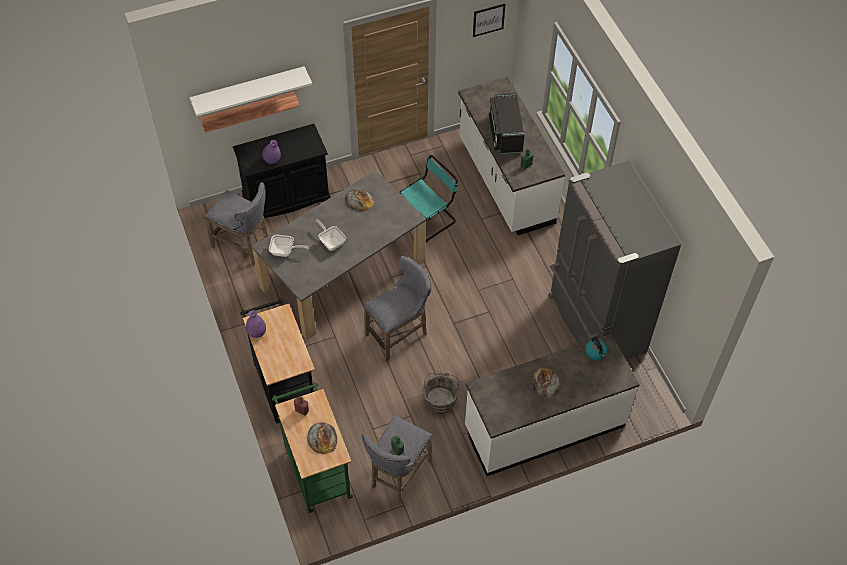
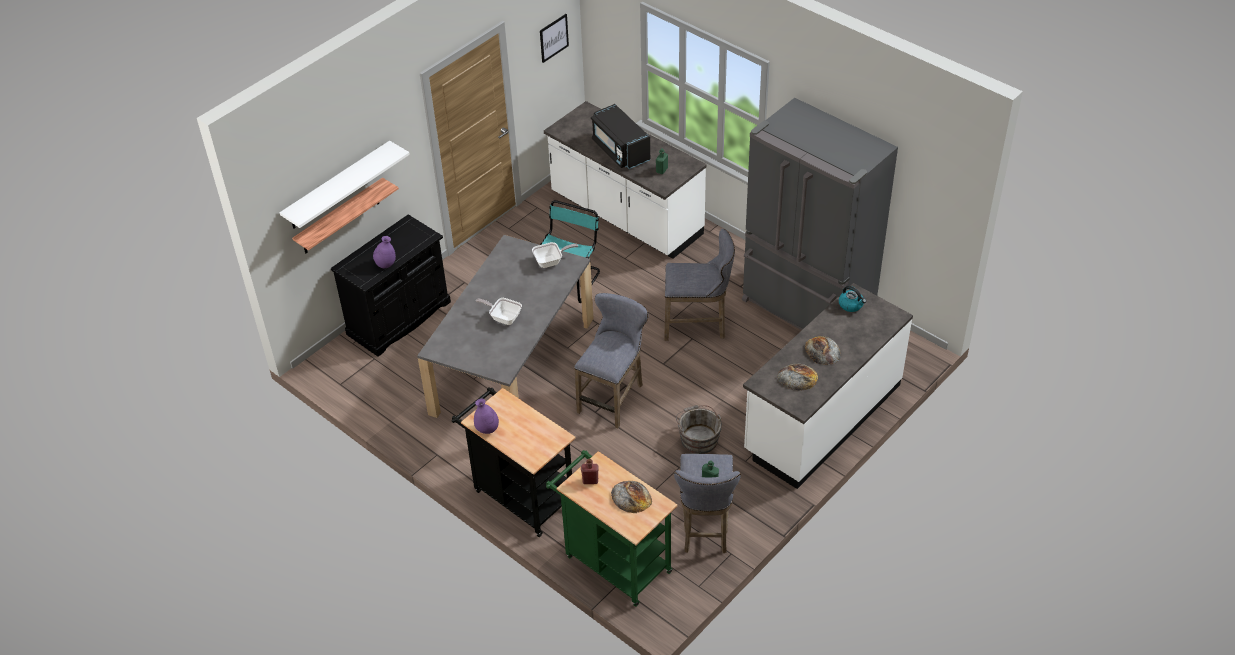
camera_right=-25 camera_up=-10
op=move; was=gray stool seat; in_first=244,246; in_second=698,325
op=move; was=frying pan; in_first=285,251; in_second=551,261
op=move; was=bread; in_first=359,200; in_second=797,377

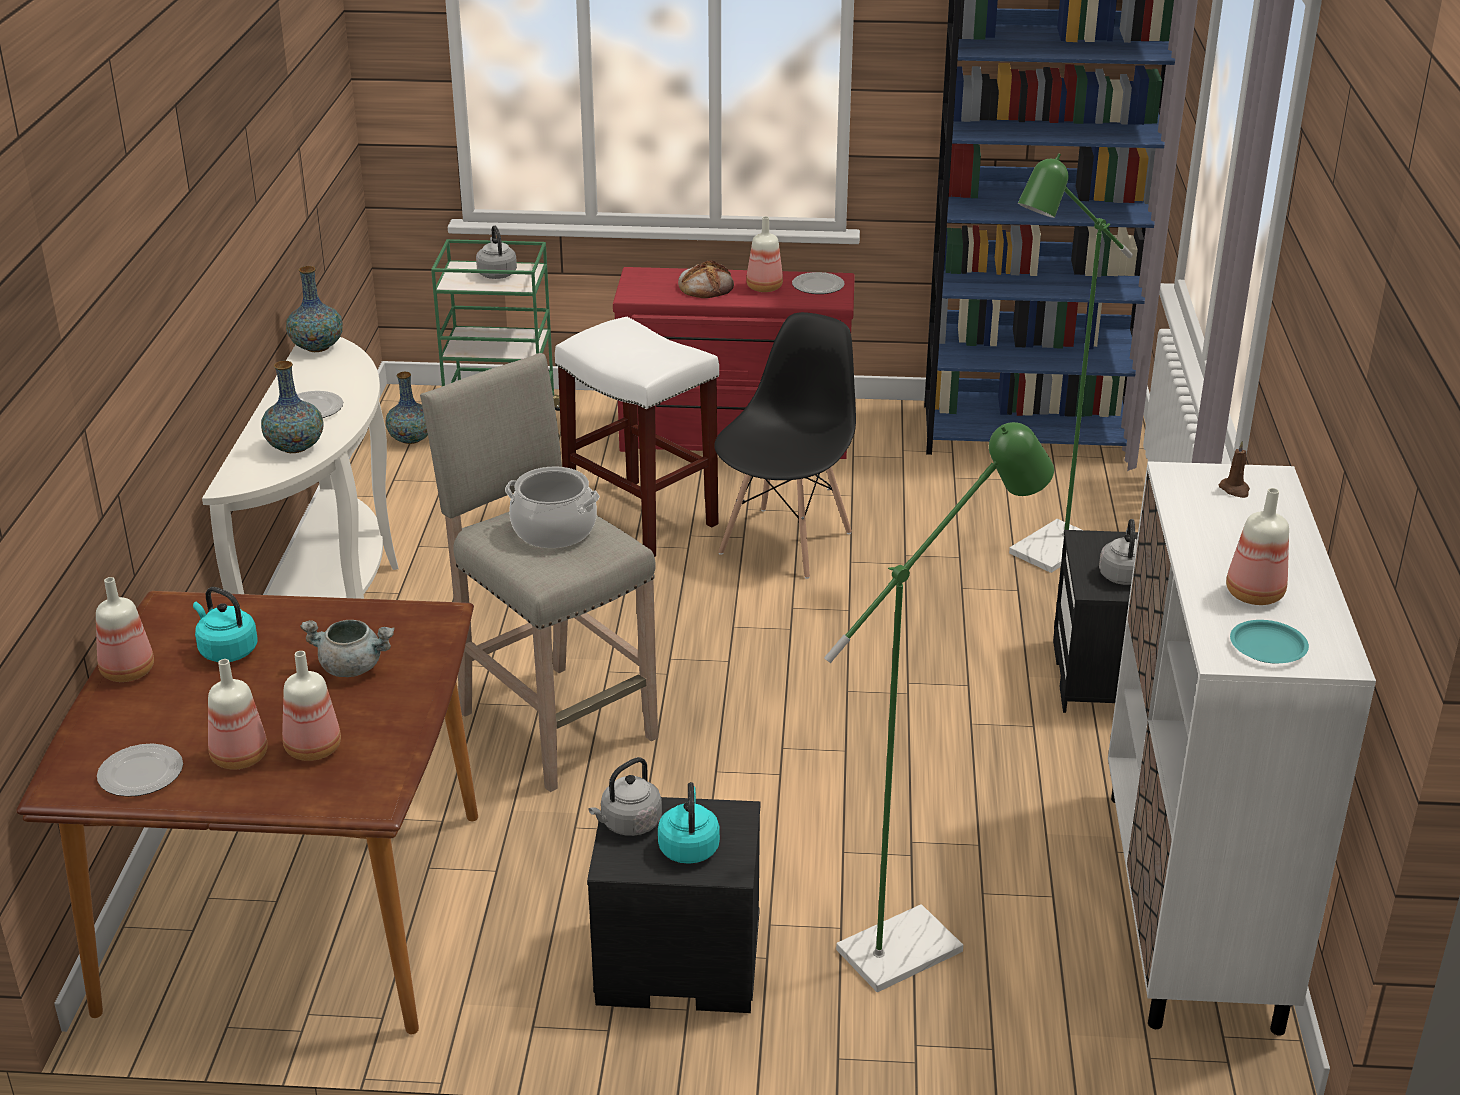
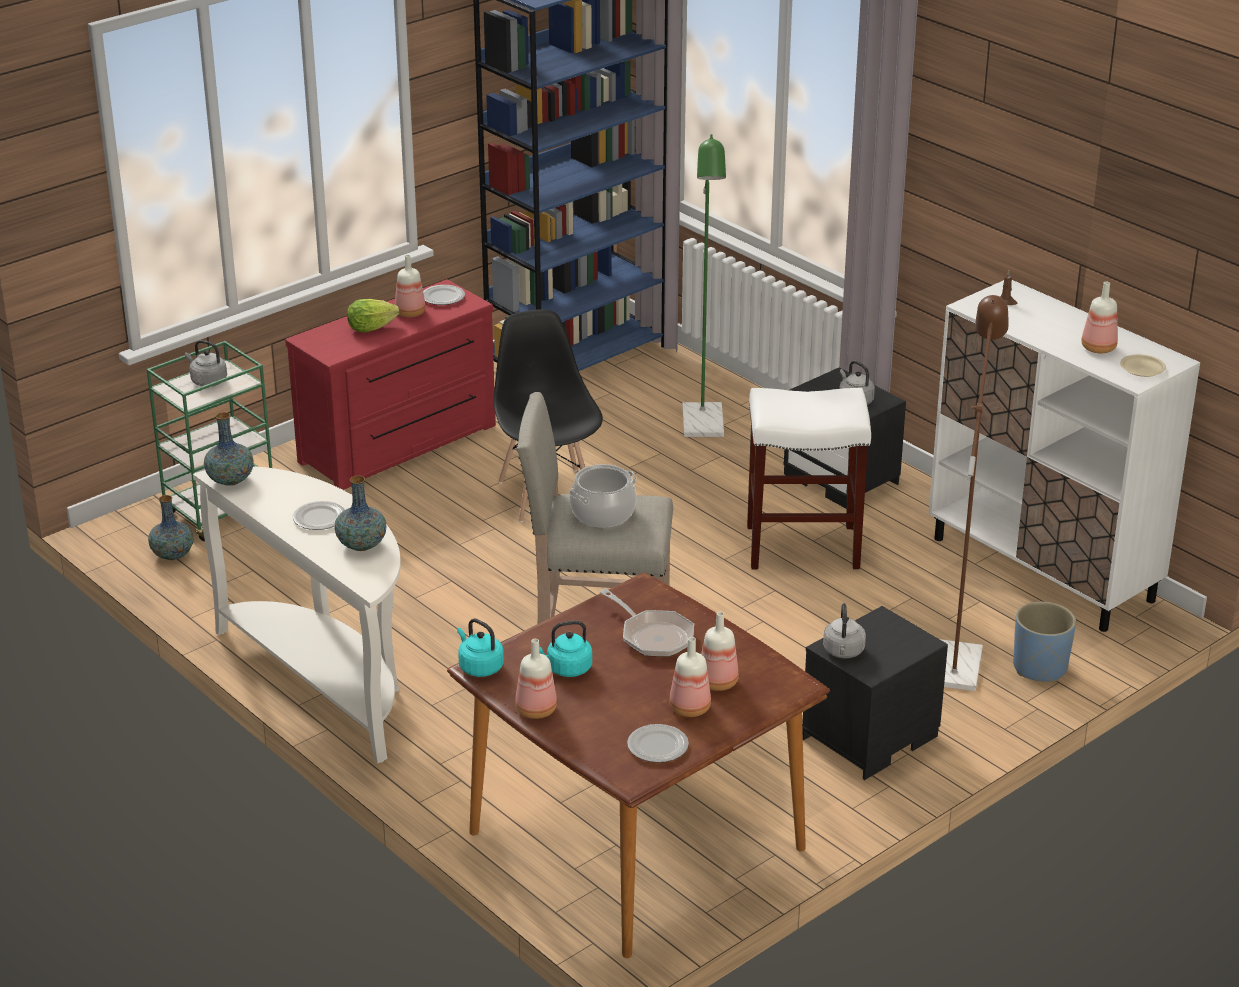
camera_right=-45 camera_up=0
op=replace; was=gray saucepot; now=frying pan; in_first=353,667; in_second=653,636
op=move; was=whitish stool seat; in_first=643,519; in_second=804,546
op=move; was=turquoise-coloured tea kettle; in_first=689,847; in_second=479,667
op=replace; was=bread; now=lettuce; in_first=706,286; in_second=370,328
op=recolor; was=green-coloured standard lamp; now=brown standard lamp; in_first=917,941; in_second=956,658
op=recolor; was=turquoise-coloured flat dish; now=sand-coloured flat dish; in_first=1268,647; in_second=1142,368
op=insert; now=blue-coloured planter; in_second=1039,667

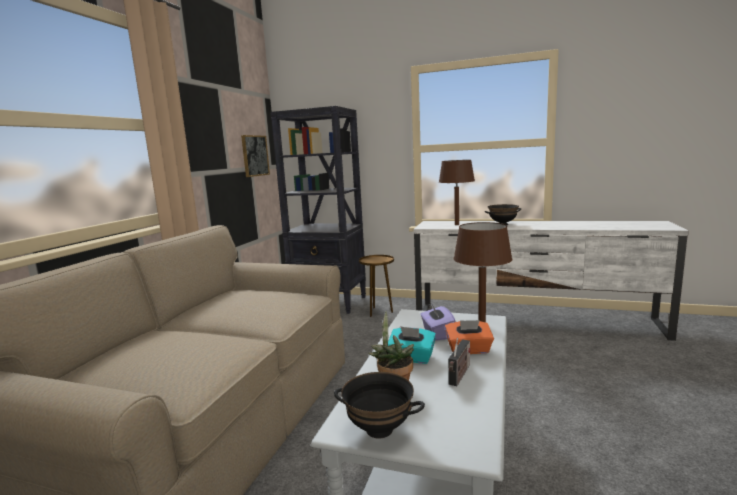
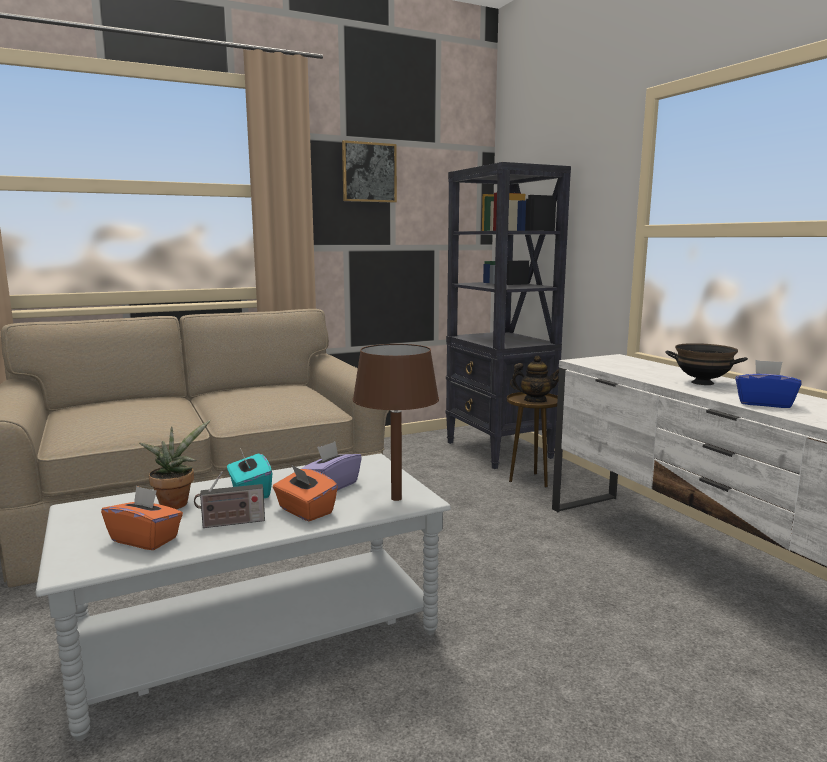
camera_right=45 camera_up=0
op=move; was=picture; in_first=255,155; in_second=369,172
op=delete; was=blackish serving bowl; in_first=379,430
op=delete; was=brown table lamp; in_first=456,224
op=insert; now=orange box of tissues; in_second=145,539
op=insert; now=tea pot; in_second=535,401
op=insert; now=blue-coloured box of tissues; in_second=764,403

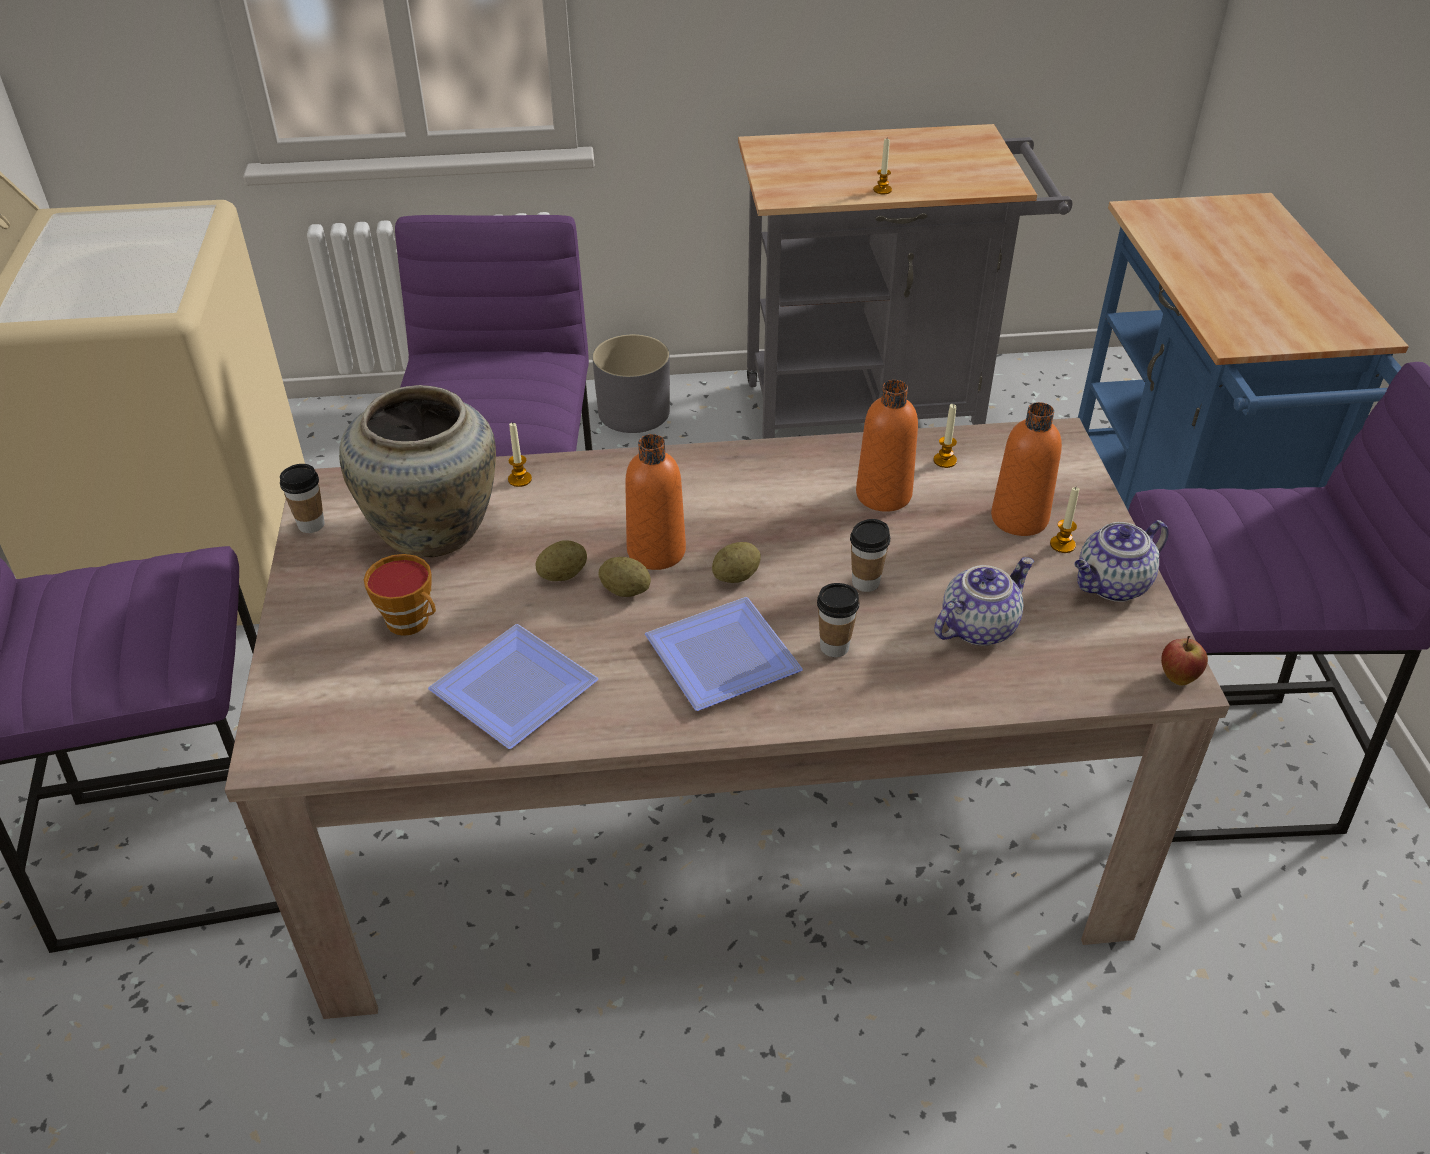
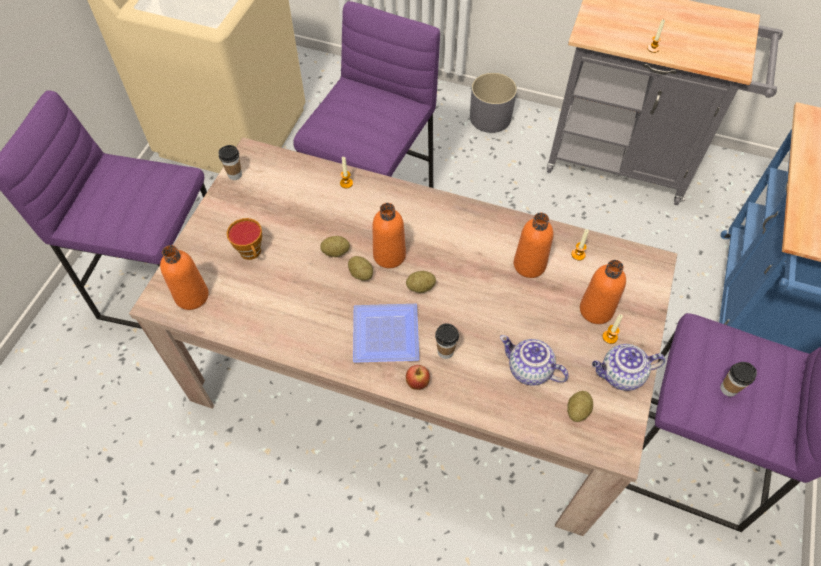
camera_right=25 camera_up=15
op=delete; was=sand-coloured decorative vase; in_first=435,529
op=delete; was=flat dish; in_first=520,689
op=move; was=small cup; in_first=865,582; in_second=728,389
op=rotate; was=tea pot; in_first=977,626; in_second=528,370; clockwise=-135
op=move; was=apple fruit; in_first=1177,678; in_second=417,383
op=insert; now=orange beverage bottle; in_second=192,296
op=insert; now=whole potato; in_second=577,410

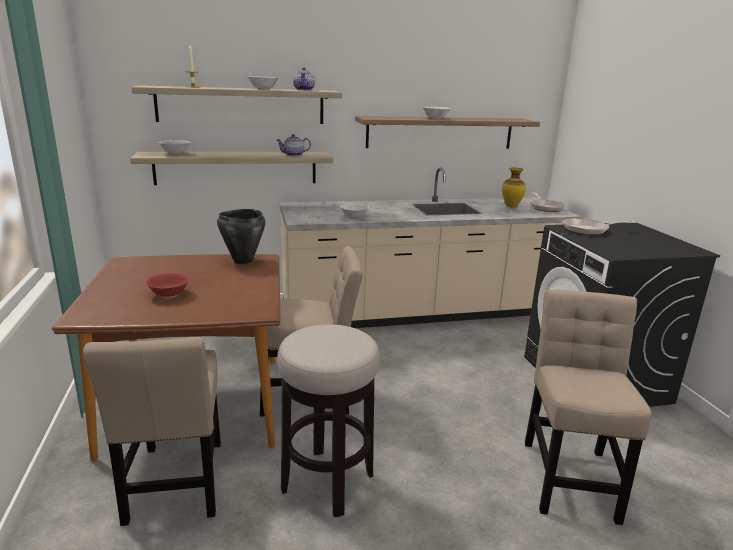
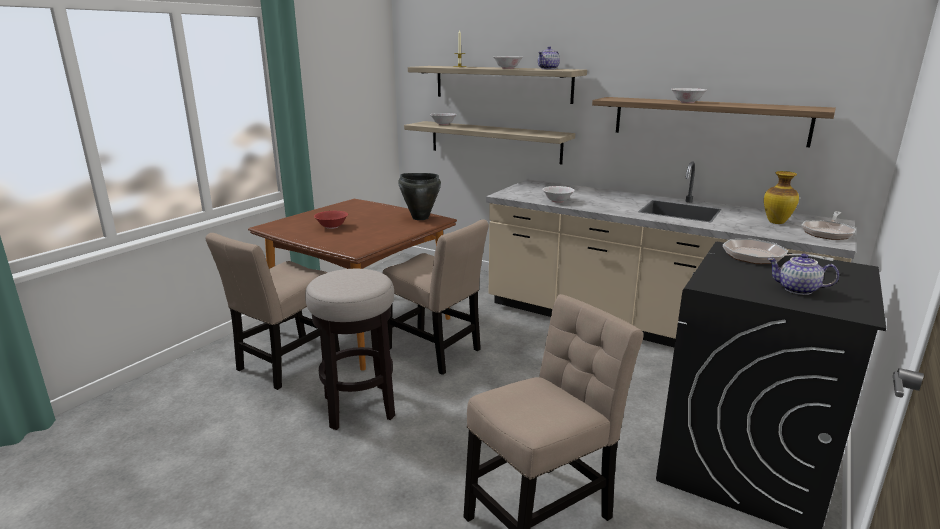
camera_right=45 camera_up=0
op=move; was=tea pot; in_first=293,155; in_second=797,290

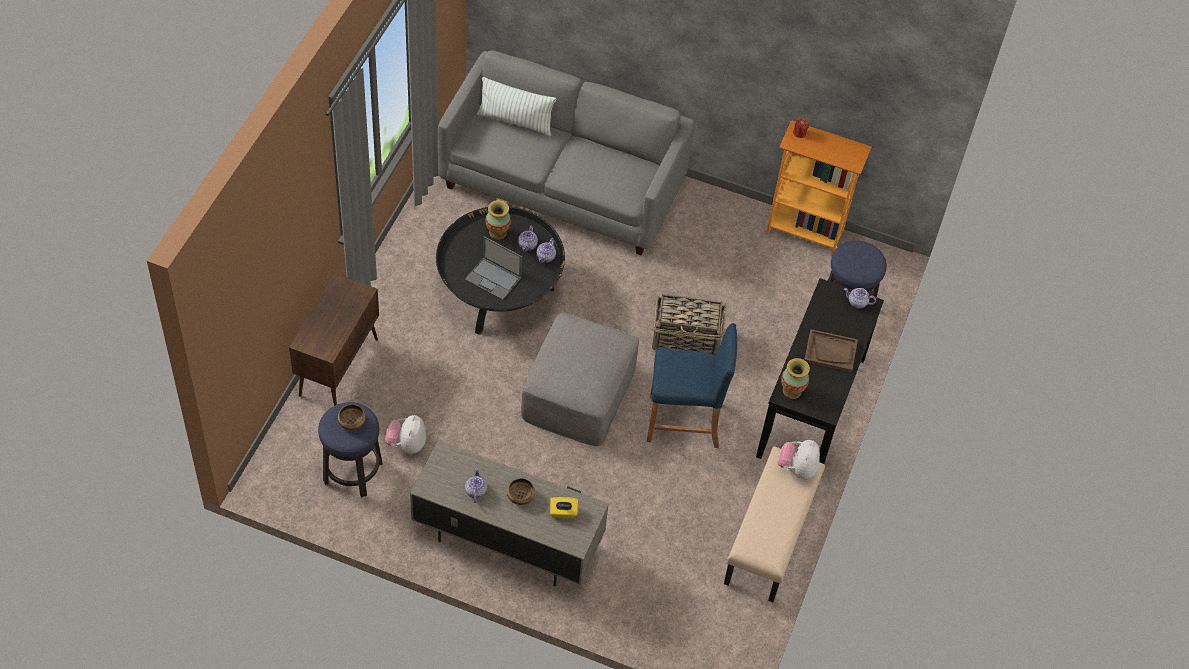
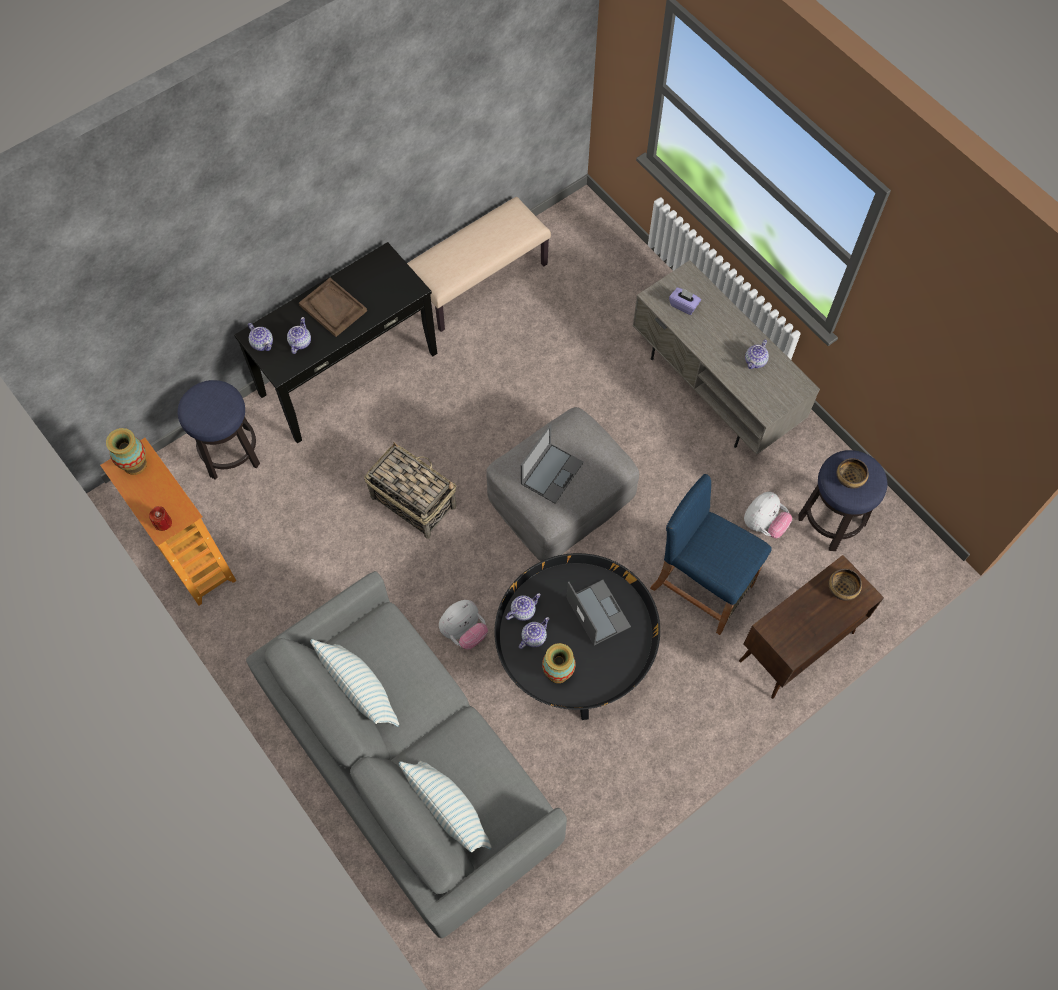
camera_right=-145 camera_up=10
op=move; was=serving bowl; in_first=520,496; in_second=843,588
op=recolor; was=yellow-coloured box of tissues; now=purple box of tissues; in_first=563,512; in_second=683,305
op=move; was=blue-coloured stool seat; in_first=684,422; in_second=701,586
op=move; was=soft toy; in_first=797,468; in_second=464,631
op=move; was=decorative vase; in_first=791,391; in_second=135,464
op=insert; now=tea pot; in_second=300,342
op=insert; now=pillow; in_second=359,690
op=insert; now=notebook computer; in_second=552,472

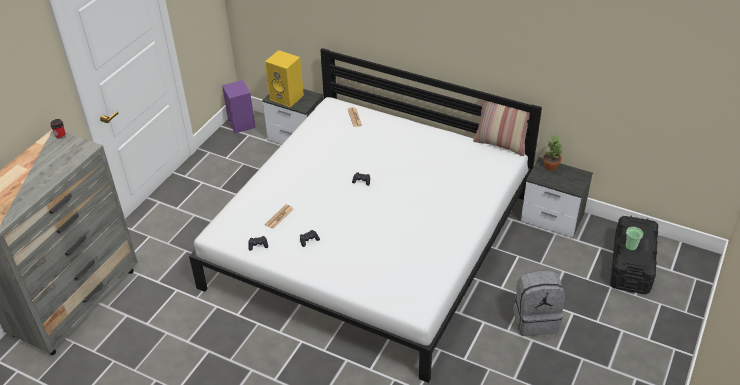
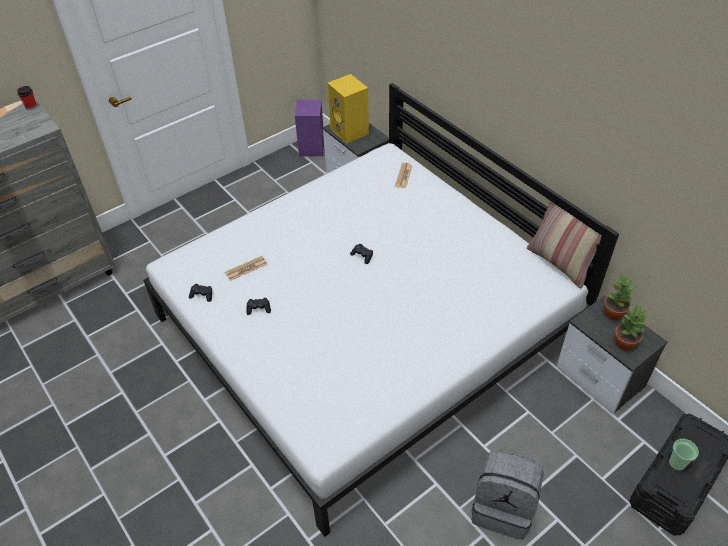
camera_right=25 camera_up=5
op=insert; now=plant in a pot; in_second=625,343

